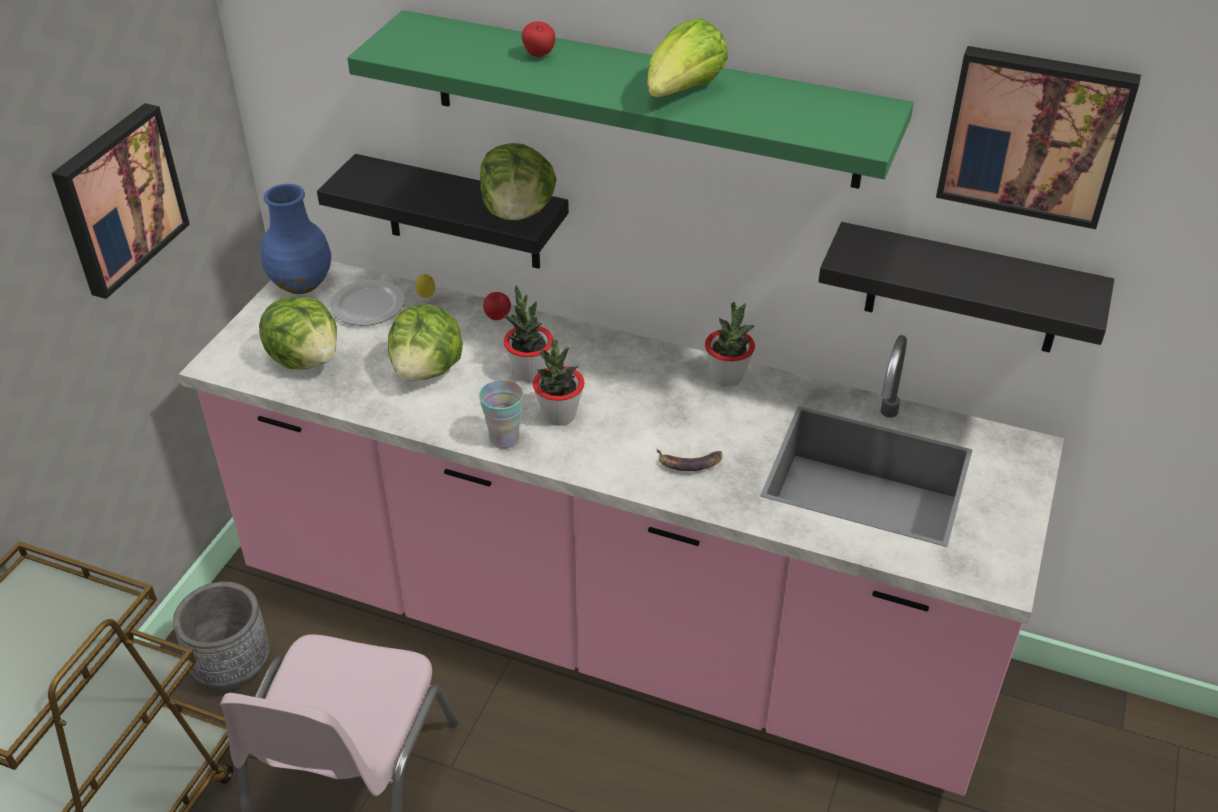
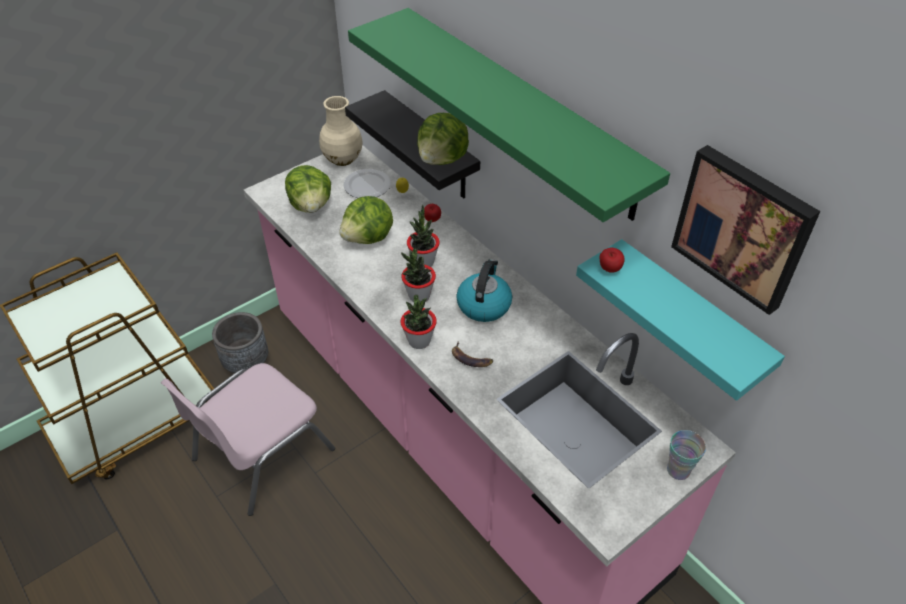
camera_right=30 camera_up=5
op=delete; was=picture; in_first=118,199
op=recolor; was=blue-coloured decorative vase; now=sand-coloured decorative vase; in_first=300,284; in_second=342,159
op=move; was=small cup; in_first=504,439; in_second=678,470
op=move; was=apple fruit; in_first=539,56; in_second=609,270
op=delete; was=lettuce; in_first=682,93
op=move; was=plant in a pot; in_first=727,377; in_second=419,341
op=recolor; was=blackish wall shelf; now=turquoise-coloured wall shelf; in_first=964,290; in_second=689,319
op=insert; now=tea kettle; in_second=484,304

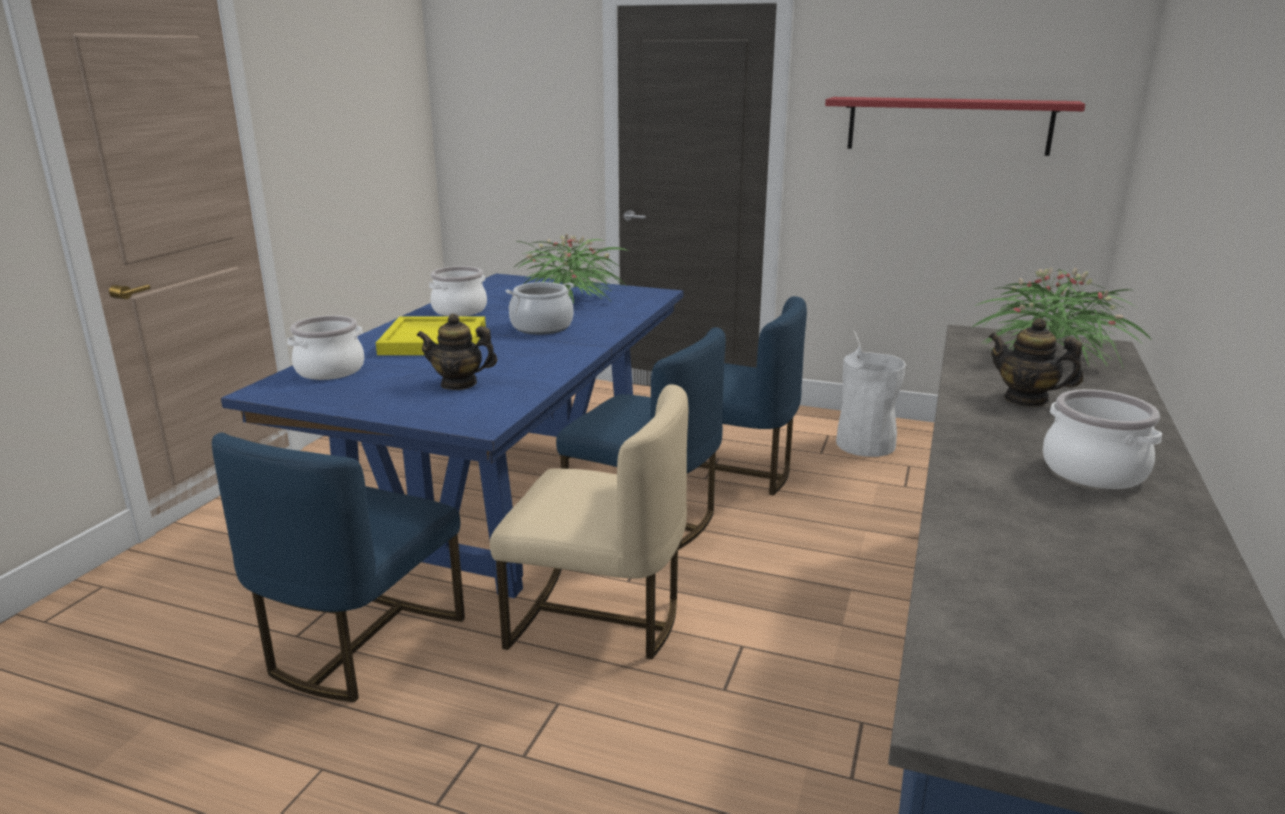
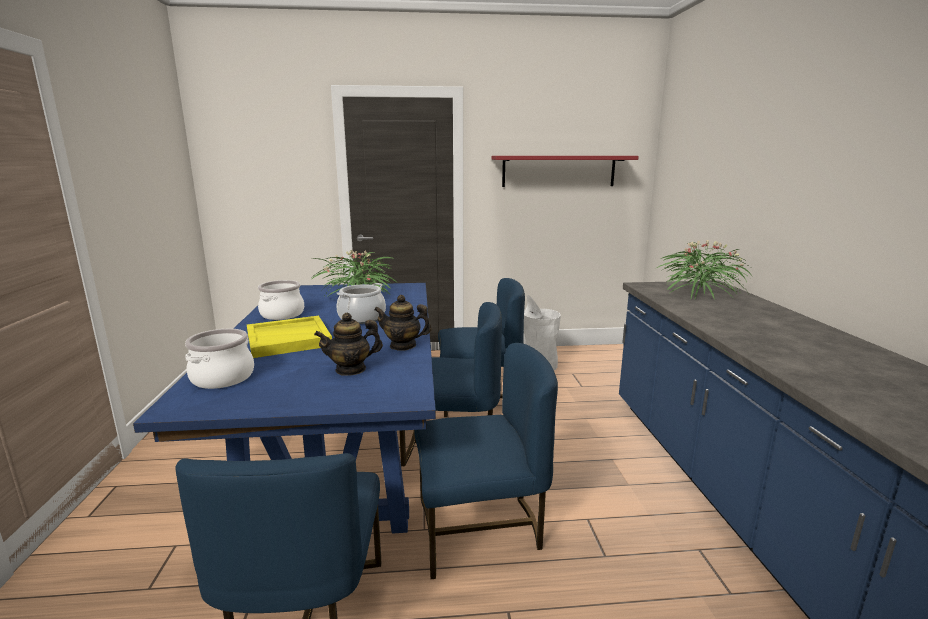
camera_right=-25 camera_up=-5
op=recolor; was=sand-coloured plain chair; now=blue-coloured plain chair; in_first=597,618; in_second=480,529
op=move; was=tea pot; in_first=1026,399; in_second=403,346
op=delete; was=saucepot; in_first=1092,471

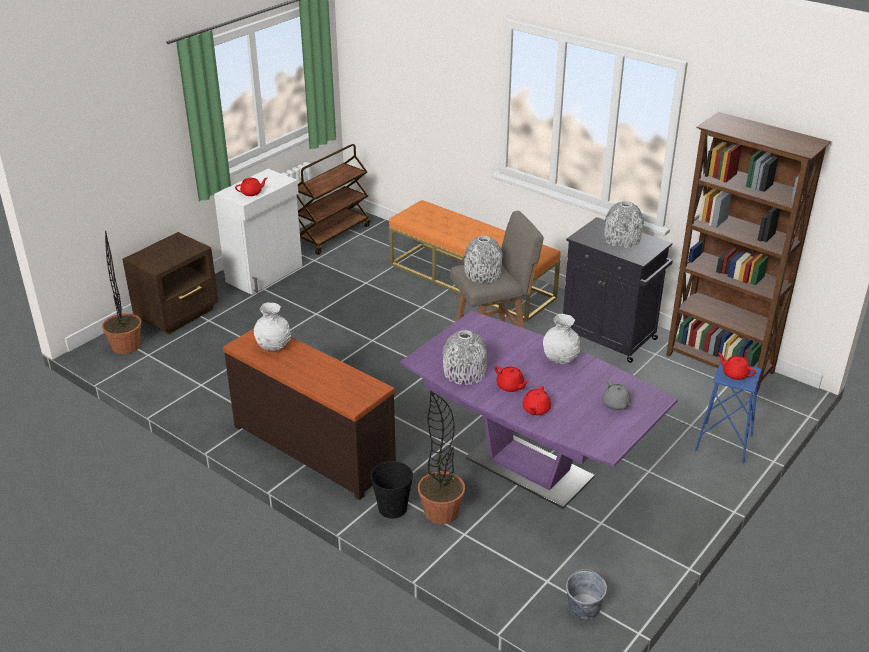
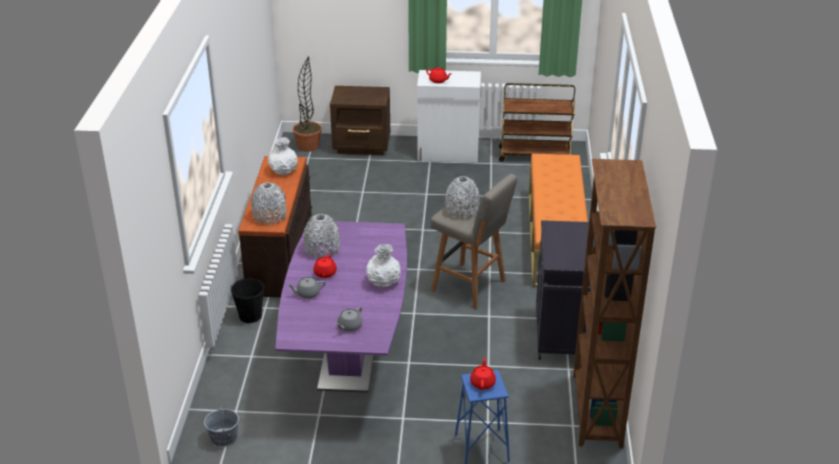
camera_right=55 camera_up=0
op=delete; was=plant in a pot; in_first=441,512
op=recolor; was=red-coloured tea pot; now=gray tea pot; in_first=535,409; in_second=307,293
op=move; was=gray decorative vase; in_first=622,239; in_second=269,216

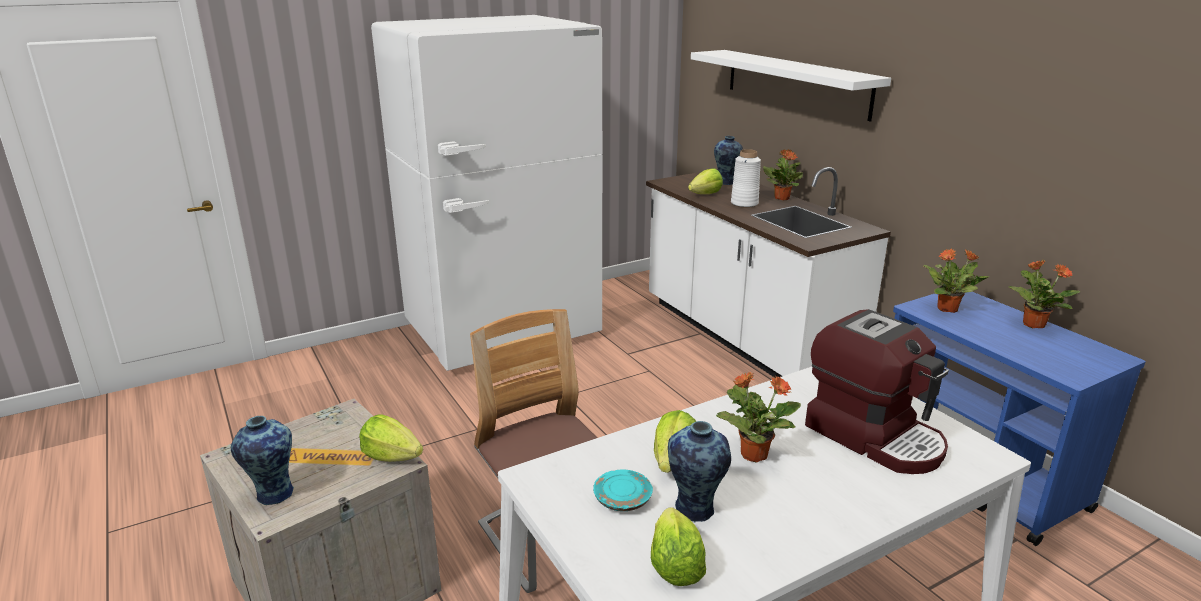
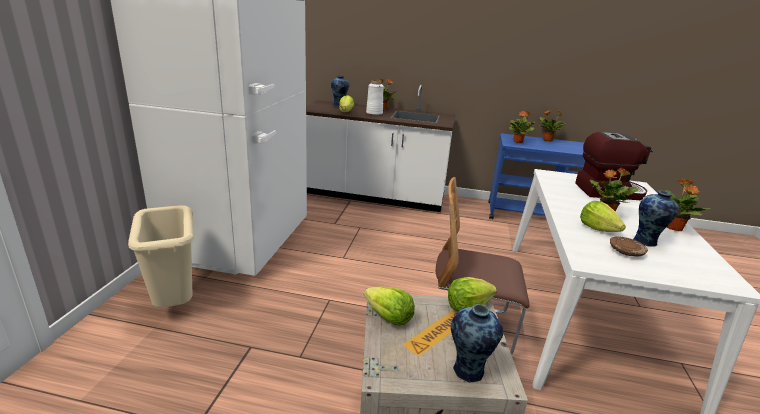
camera_right=-50 camera_up=0
op=recolor; was=turquoise-coloured flat dish; now=brown flat dish; in_first=623,499; in_second=626,251
op=move; was=lettuce; in_first=675,565; in_second=388,317
op=delete; was=whitish wall shelf; in_first=796,83
op=insert; now=sand-coloured trash can; in_second=175,304
op=insert; now=plant in a pot; in_second=673,228

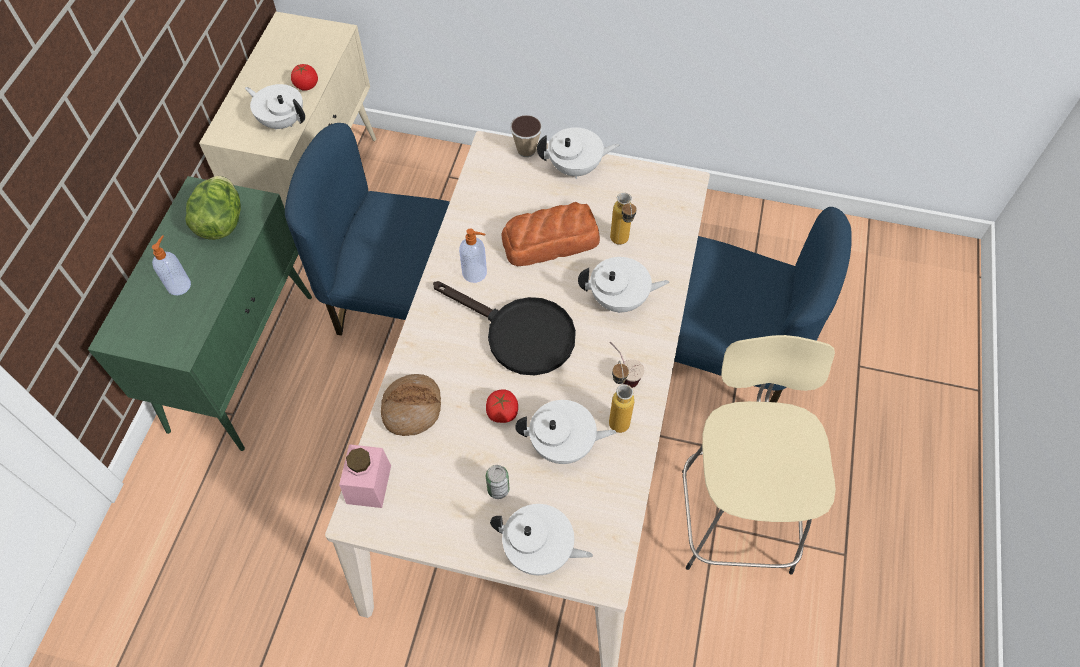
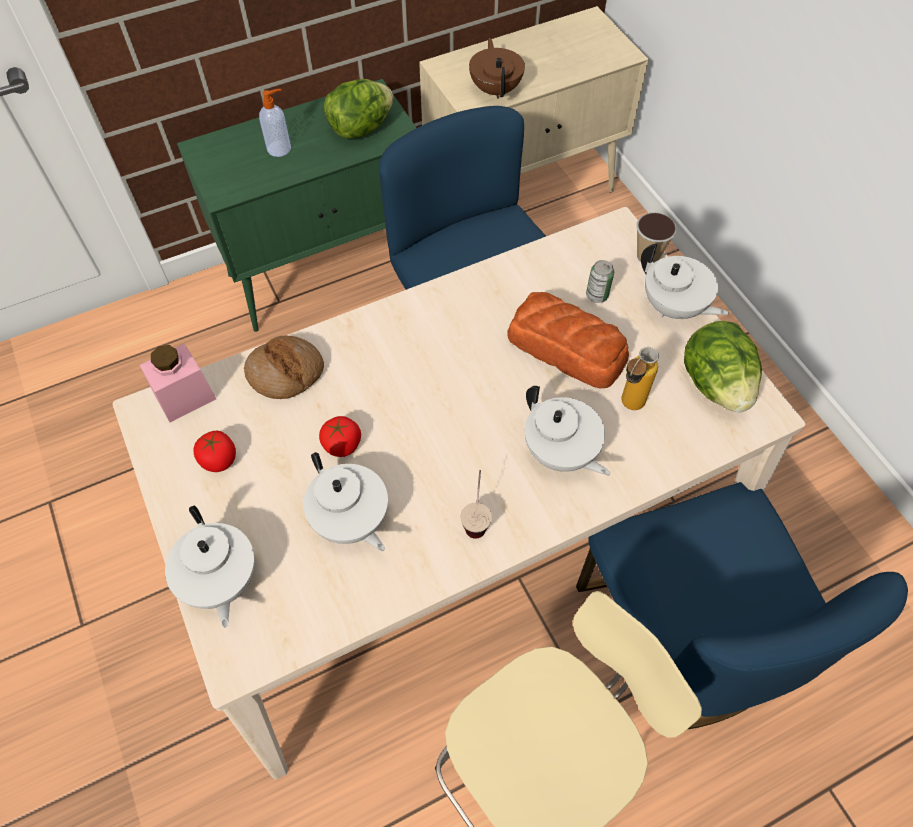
camera_right=50 camera_up=0
op=recolor; was=whitish tea pot; now=brown tea pot; in_first=282,121; in_second=496,89
op=move; was=tomato; in_first=306,85; in_second=219,459
op=delete; was=blackish frying pan; in_first=519,334
op=delete; was=liquid soap bottle; in_first=475,273
op=move; was=can; in_first=498,489; in_second=597,295
op=delete; was=beverage bottle; in_first=617,416
op=insert; now=lettuce; in_second=715,384

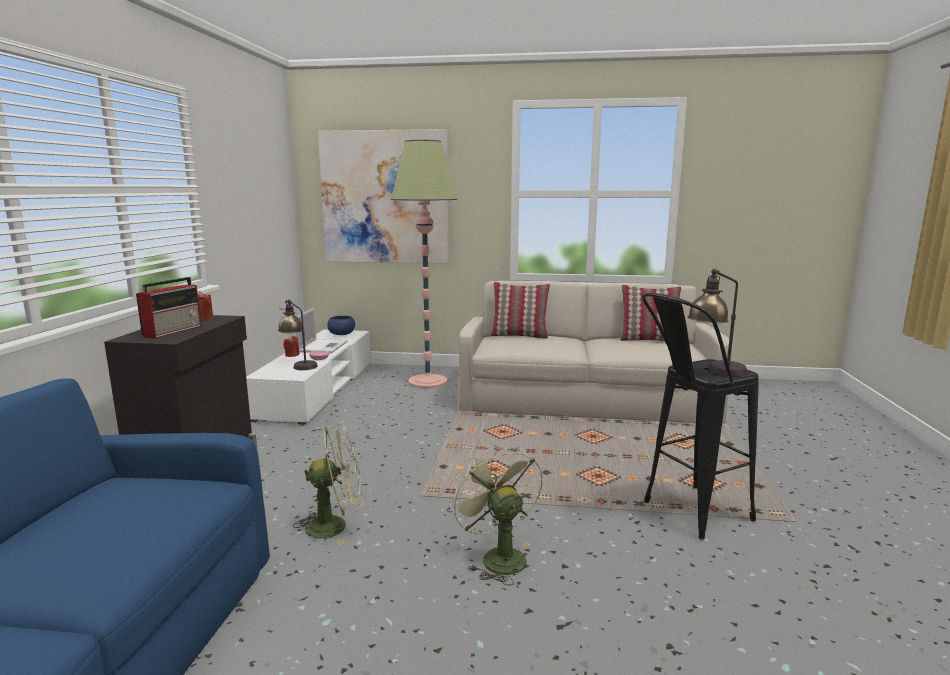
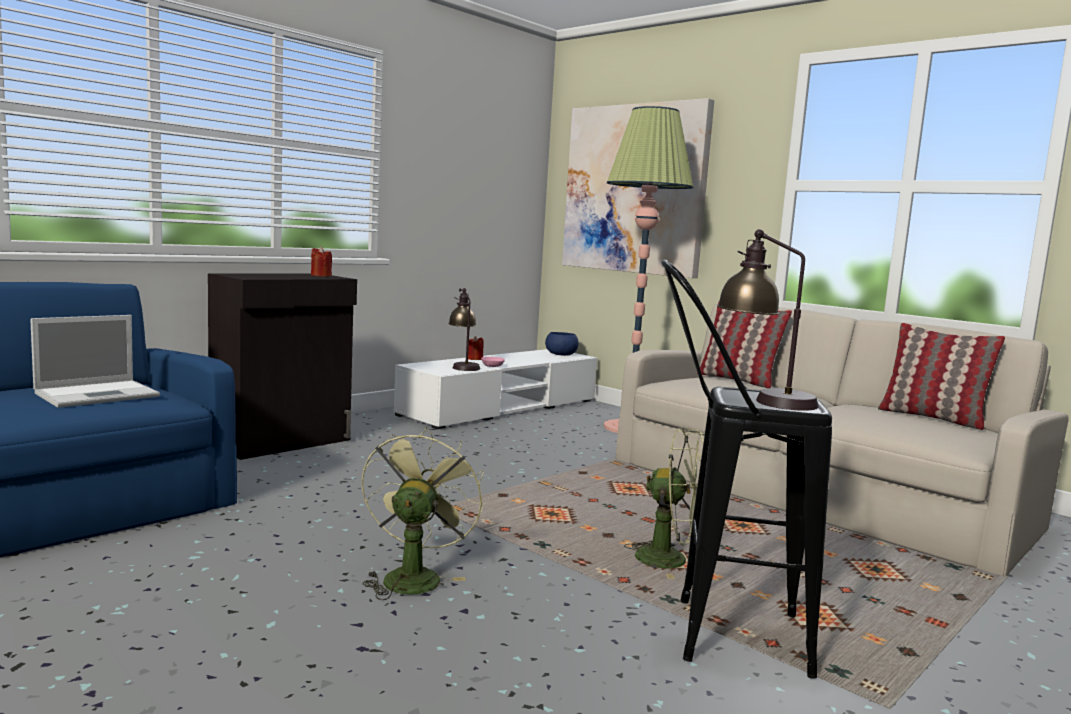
camera_right=35 camera_up=-5
op=delete; was=radio; in_first=174,331
op=move; was=green-coloured fan; in_first=335,525; in_second=673,560
op=move; was=notebook computer; in_first=323,346; in_second=99,394

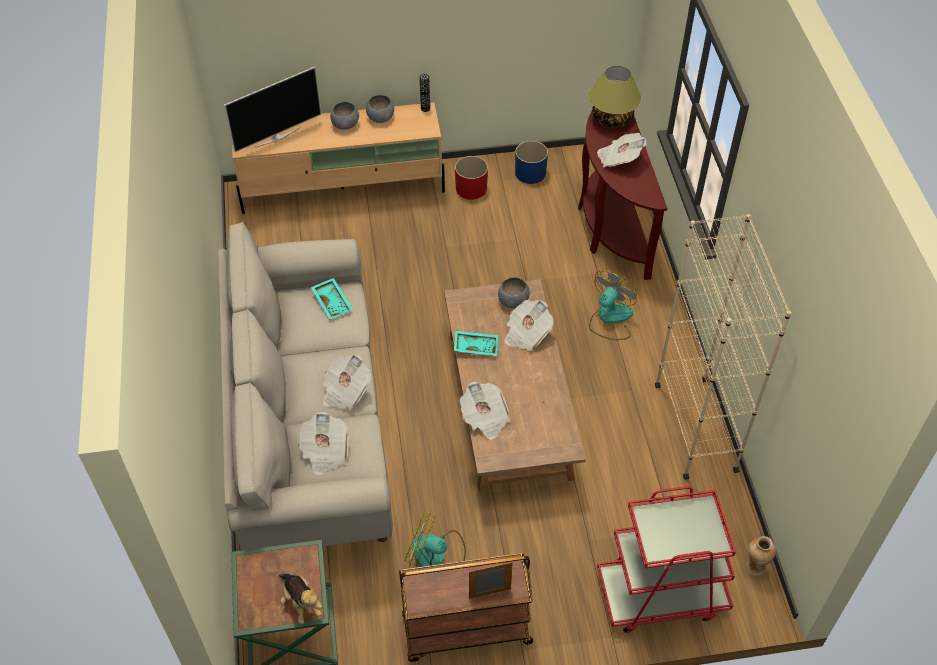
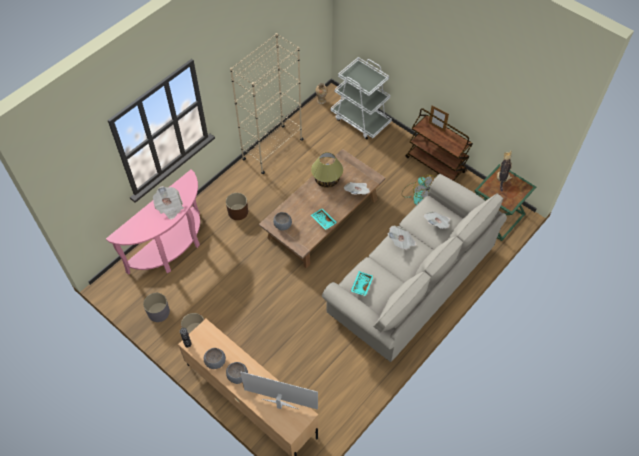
camera_right=-130 camera_up=5
op=delete; was=daily paper; in_first=526,333
op=recolor; was=blue-coloured planter; now=gray planter; in_first=530,173; in_second=158,312
op=recolor; was=brown hall table; now=pinkish hall table; in_first=611,226; in_second=172,249
op=move; was=table lamp; in_first=612,118; in_second=326,180
op=replace; was=fan; now=brown planter; in_first=610,319; in_second=238,212
op=recolor; was=red-coloured wheeled cart; now=whitish wheeled cart; in_first=661,594; in_second=360,120

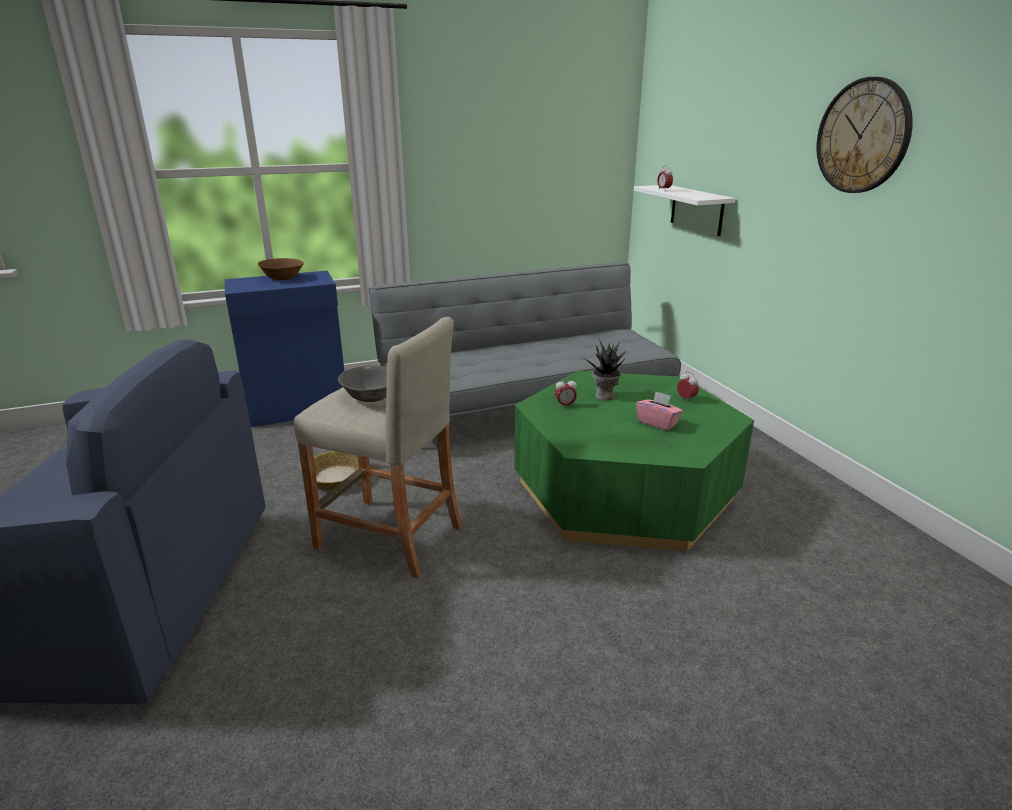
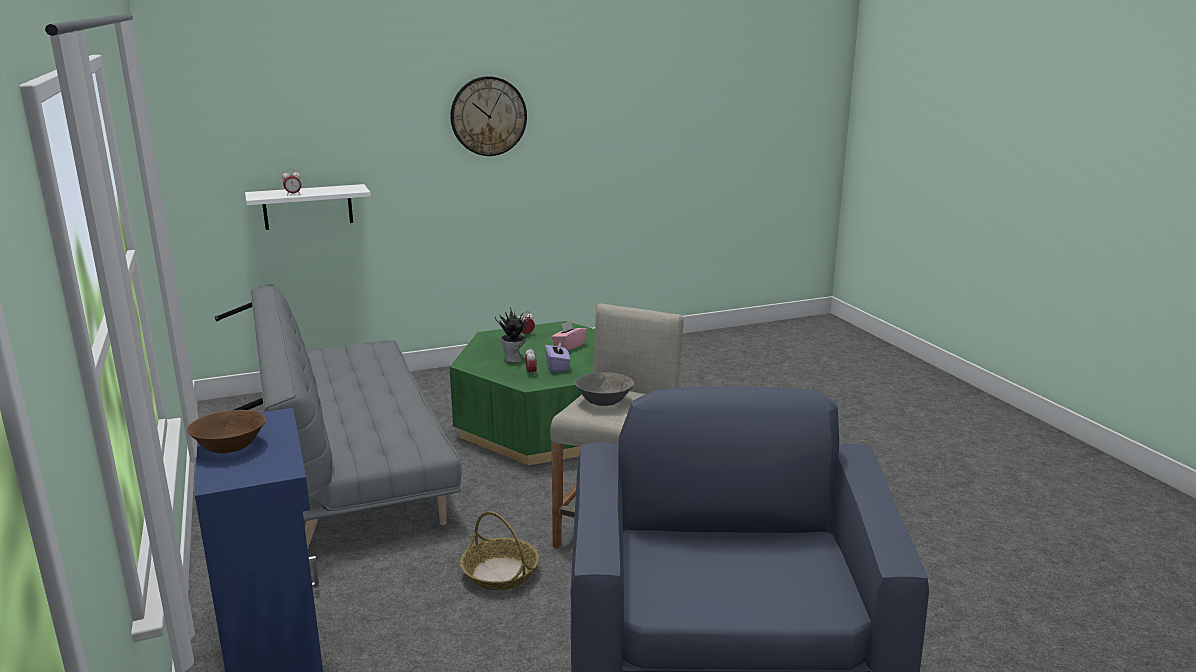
camera_right=-90 camera_up=-5
op=insert; now=purple box of tissues; in_second=557,367

